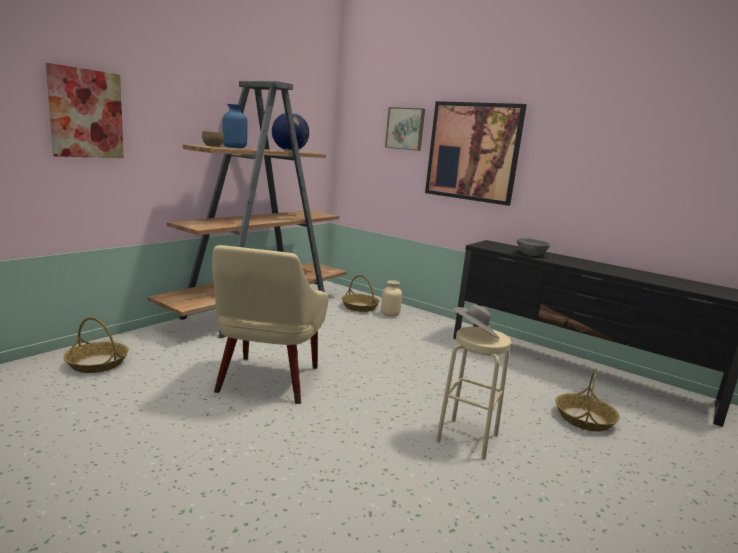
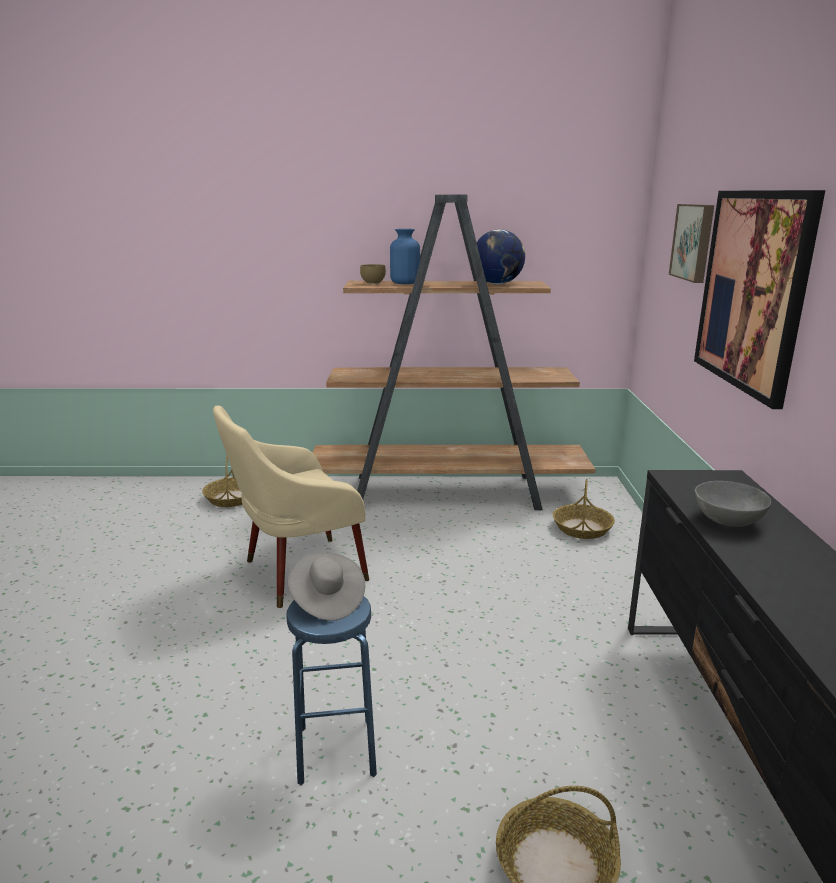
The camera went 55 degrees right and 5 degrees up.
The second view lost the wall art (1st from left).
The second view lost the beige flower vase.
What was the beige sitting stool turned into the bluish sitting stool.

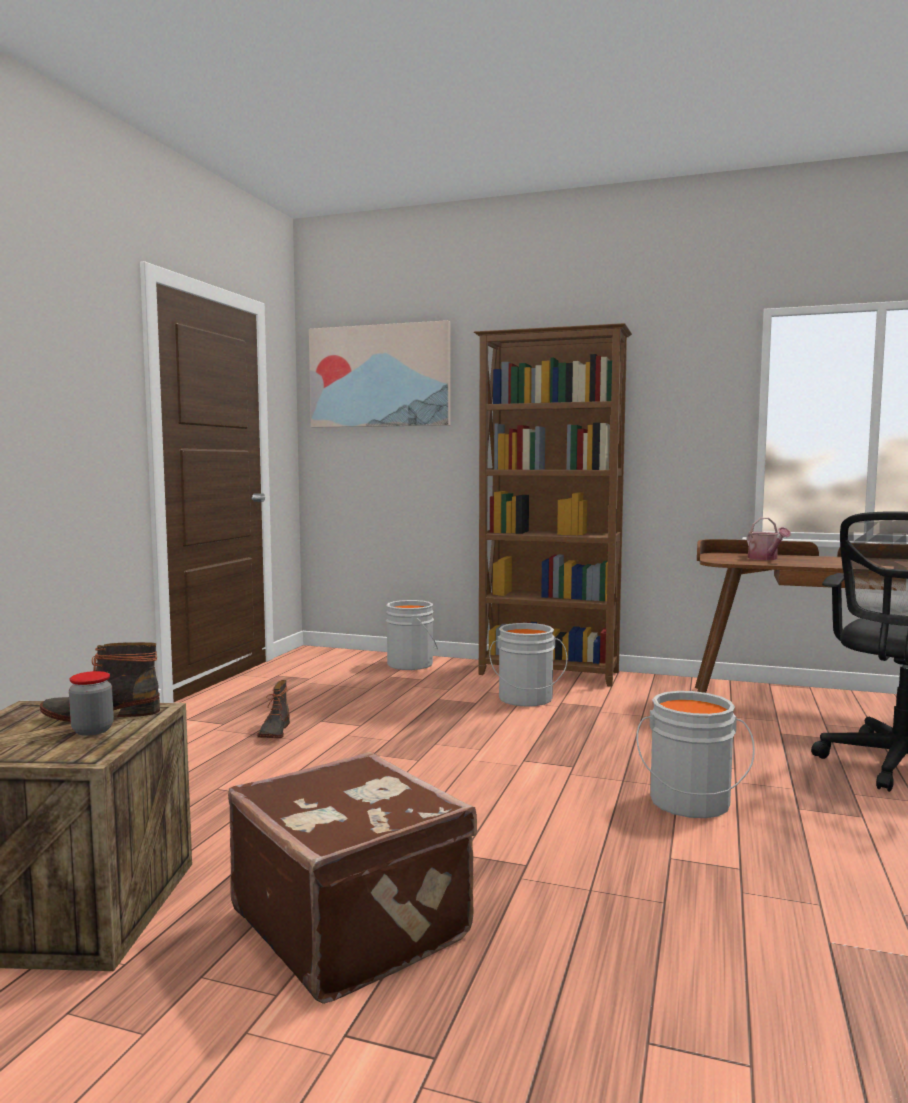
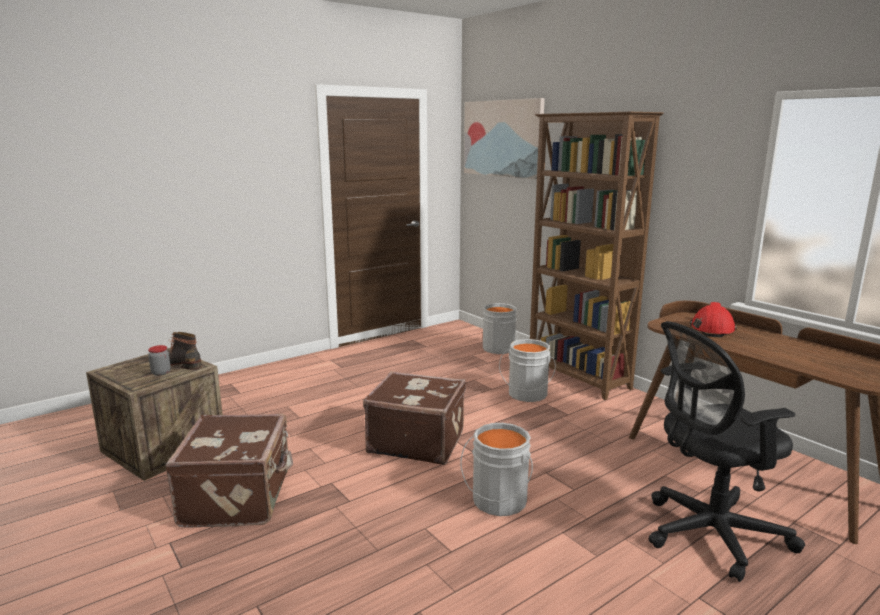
The camera went 35 degrees right and 10 degrees up.
The second view lost the boot (2nd from left).
The second view gained the brown-coloured suitcase (2nd from left).
Where the watering can stood, the red safety helmet came to stand.

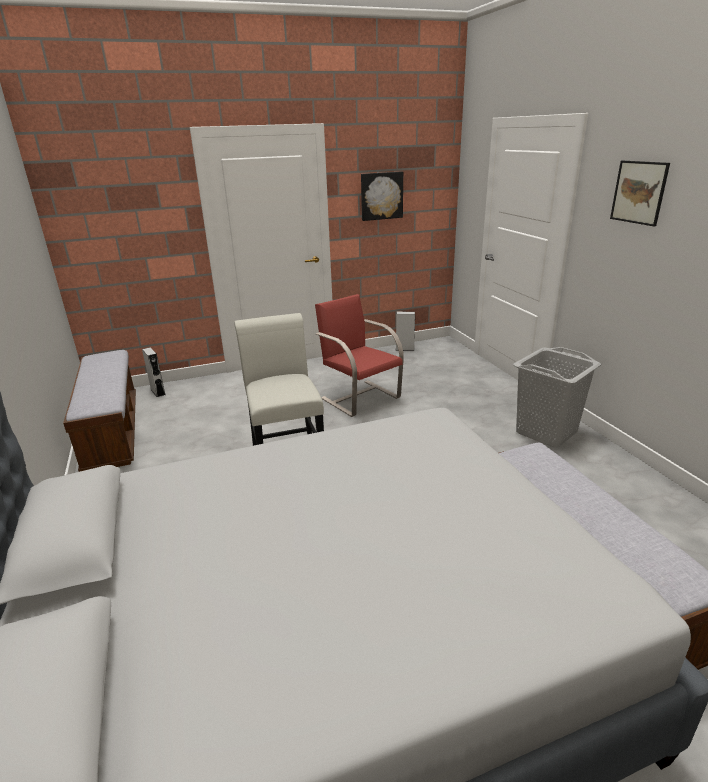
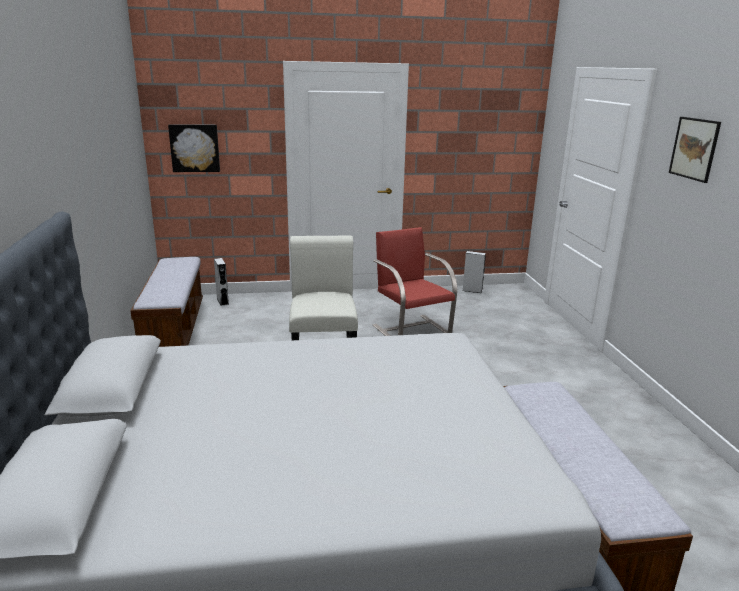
The camera went 10 degrees right and 5 degrees down.
The second view lost the greyish laundry basket.
The wall art (1st from left) ended up elsewhere.

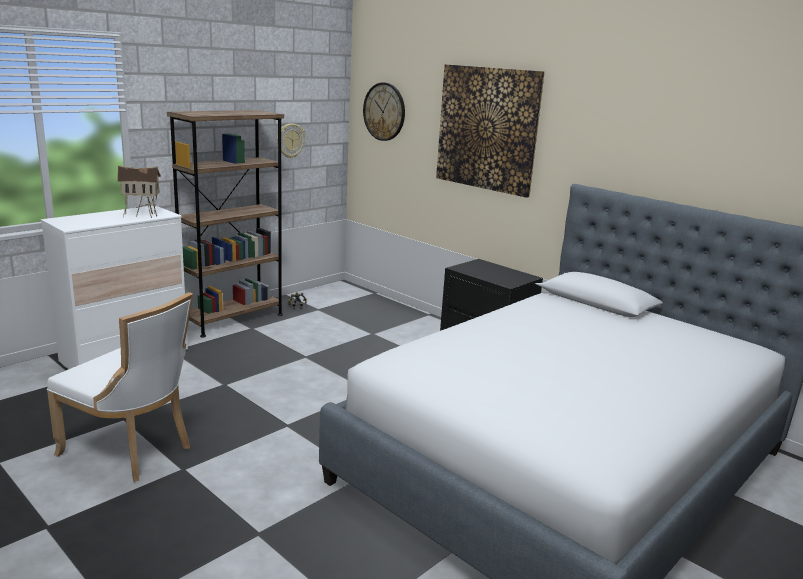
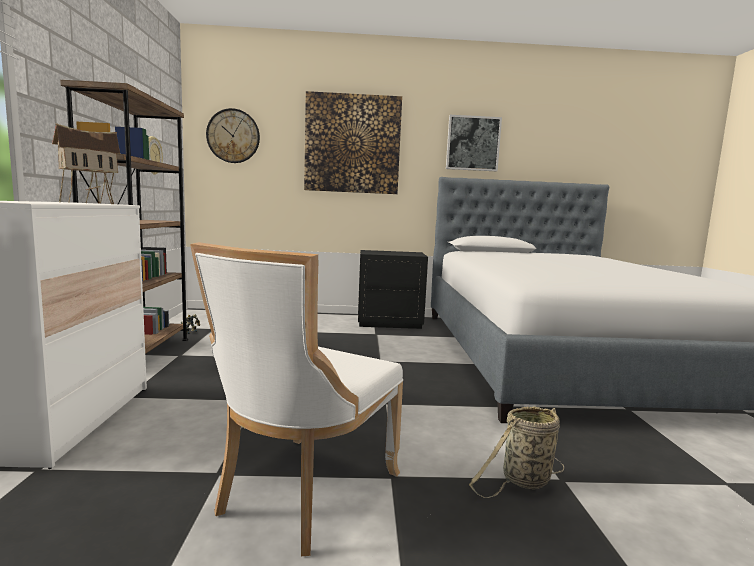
The camera went 45 degrees left and 10 degrees down.
The second view gained the wall art (2nd from left).
The second view gained the basket.
The whitish upright chair ended up facing another way, 135 degrees clockwise from before.

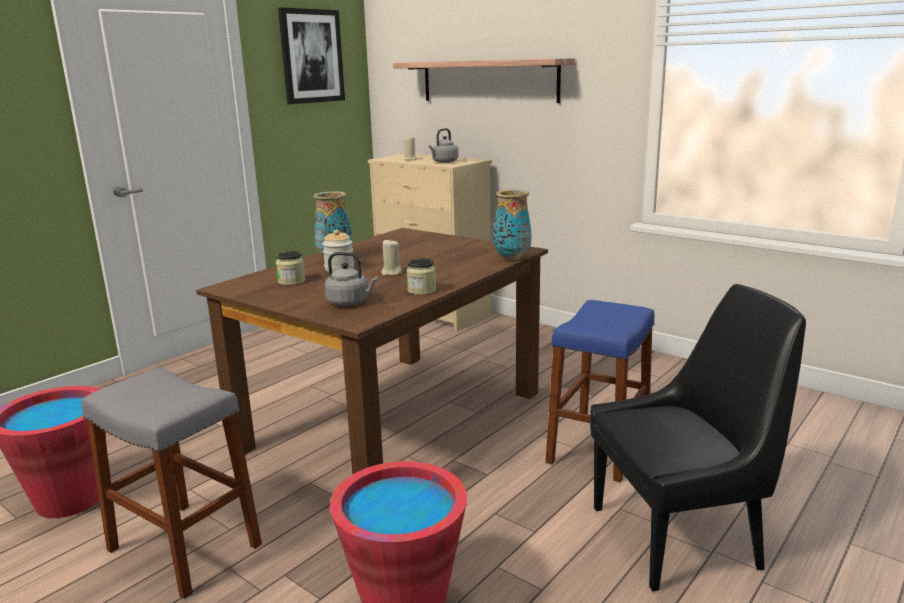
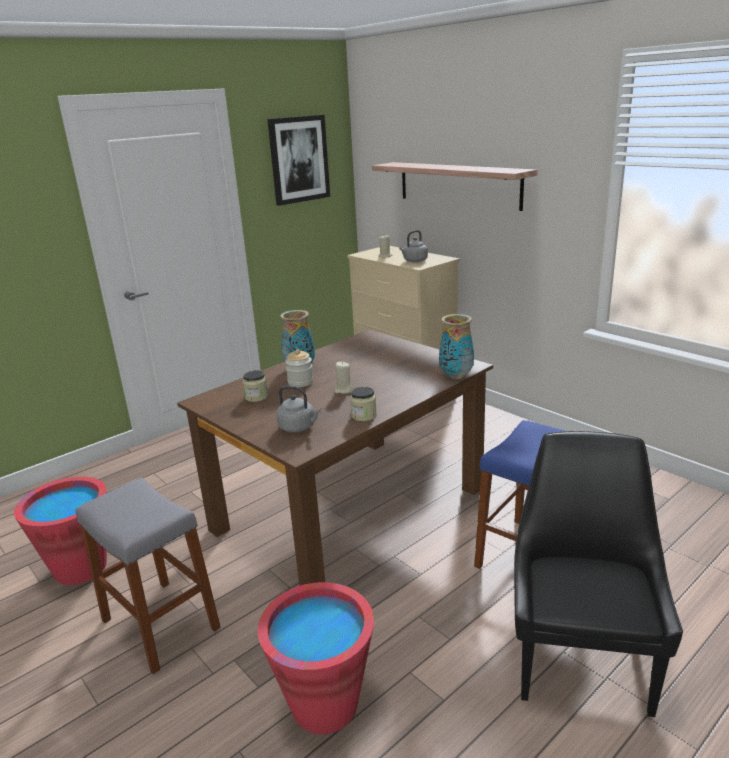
The camera went 10 degrees right and 5 degrees up.
The black upright chair ended up facing another way, 75 degrees counterclockwise from before.

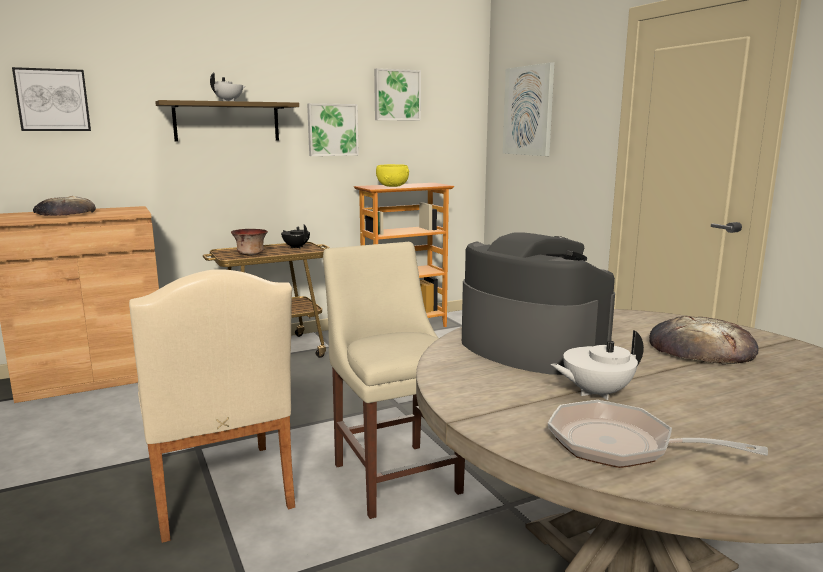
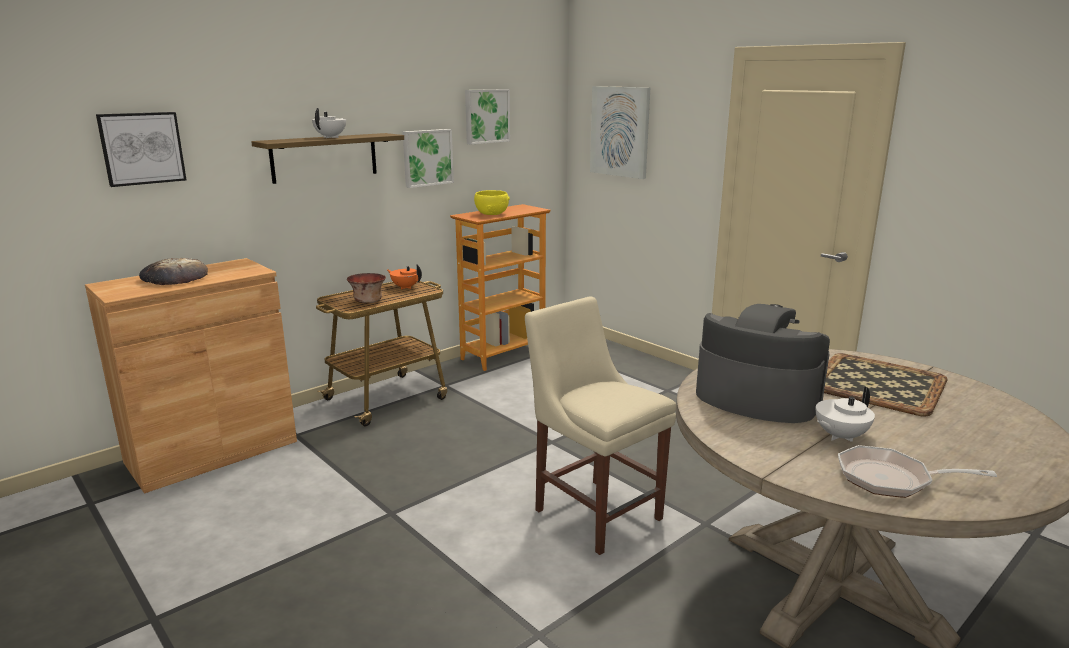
The camera went 15 degrees left and 5 degrees up.
The second view lost the beige upright chair (1st from left).
Where the bakery bread (2nd from left) stood, the tray came to stand.
What was the black teapot turned into the orange-coloured teapot.

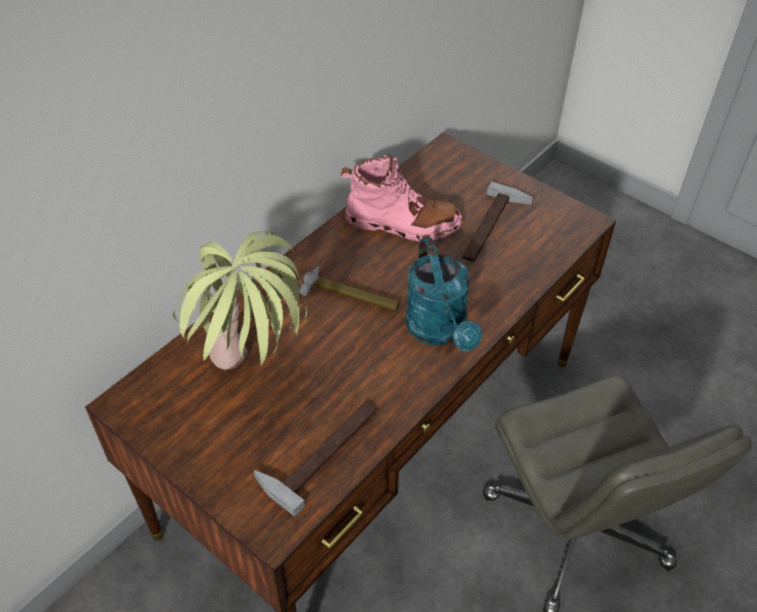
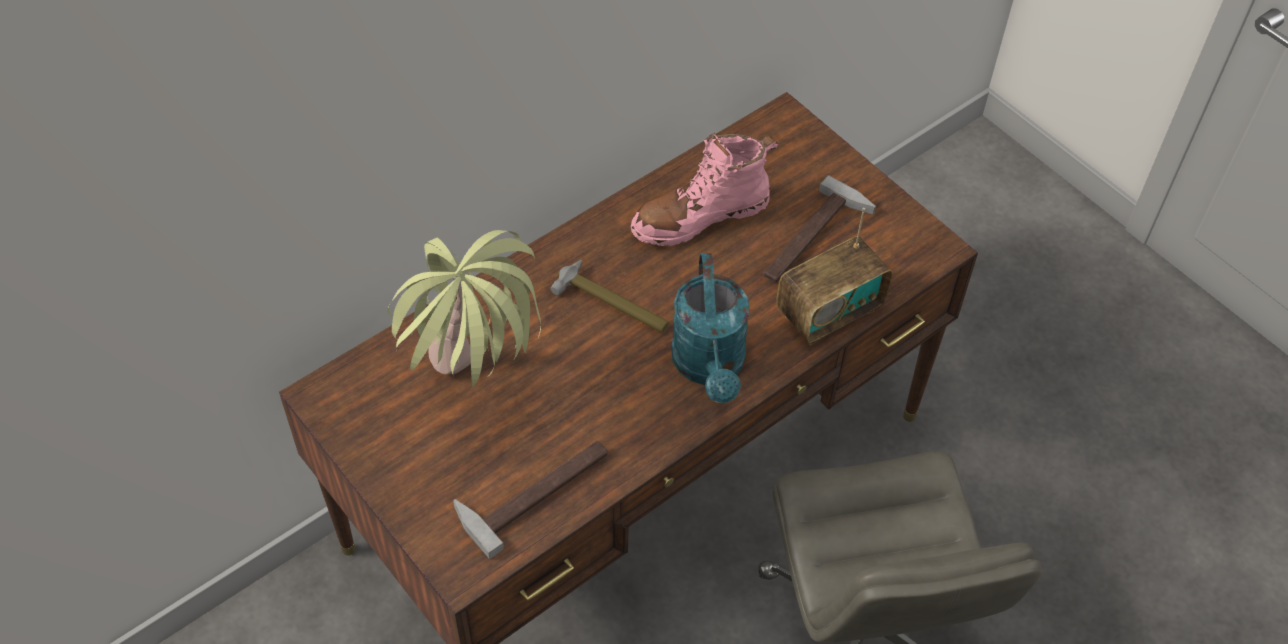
The camera went 10 degrees right and 5 degrees up.
The second view gained the radio receiver.
The pink boot ended up facing another way, 135 degrees clockwise from before.

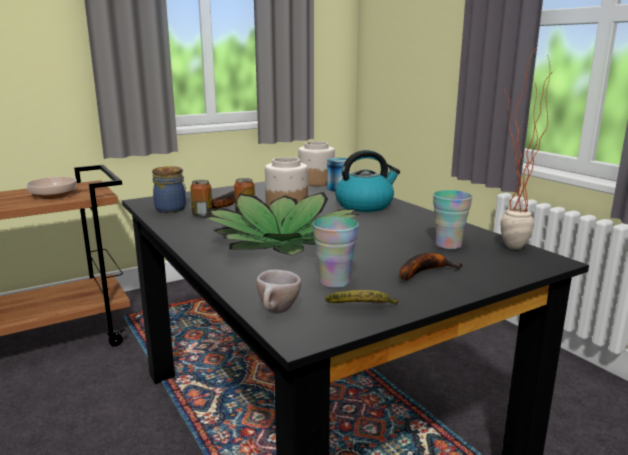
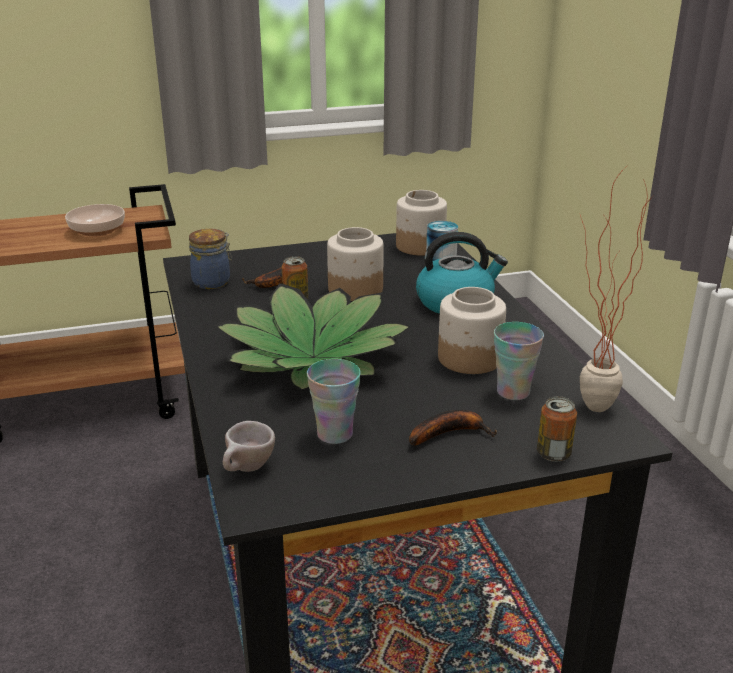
The camera went 15 degrees right and 10 degrees up.
The second view lost the banana fruit (2nd from left).
The second view gained the preserve jar (4th from left).
The can (1st from left in the first image) ended up elsewhere.

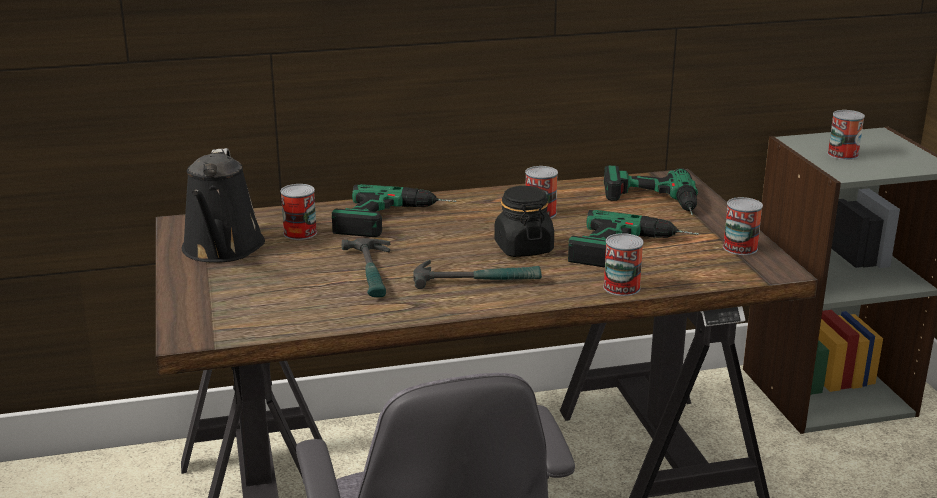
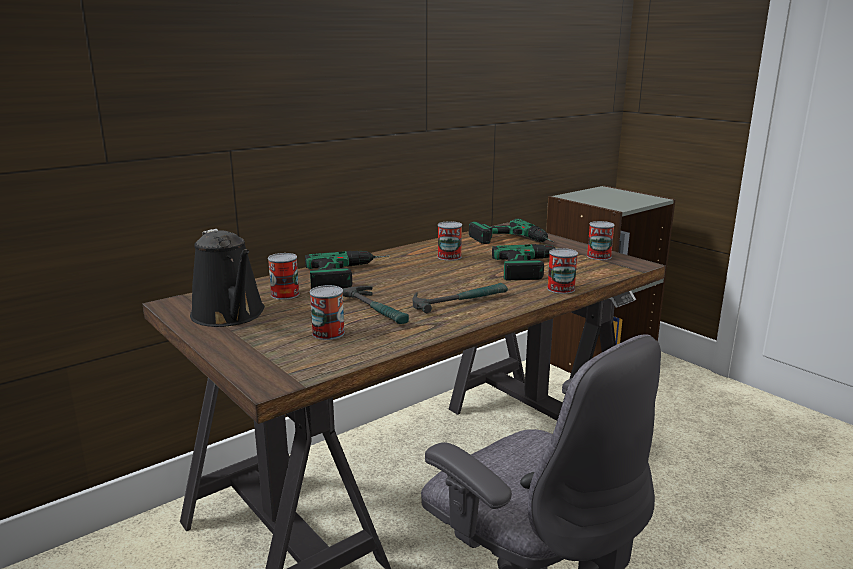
The camera went 25 degrees left and 5 degrees down.
The second view lost the black preserve jar.
The can (5th from left in the first image) ended up elsewhere.

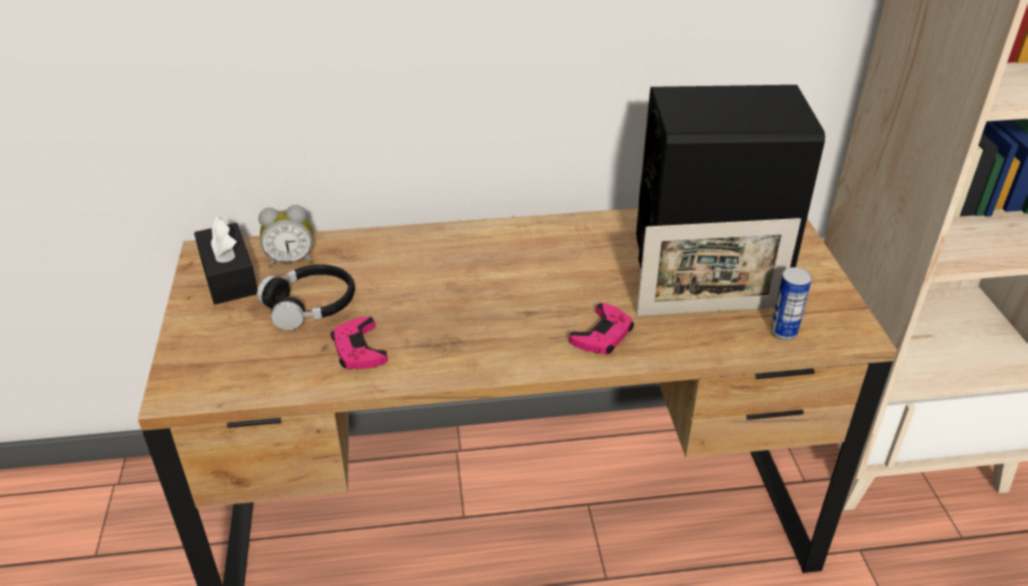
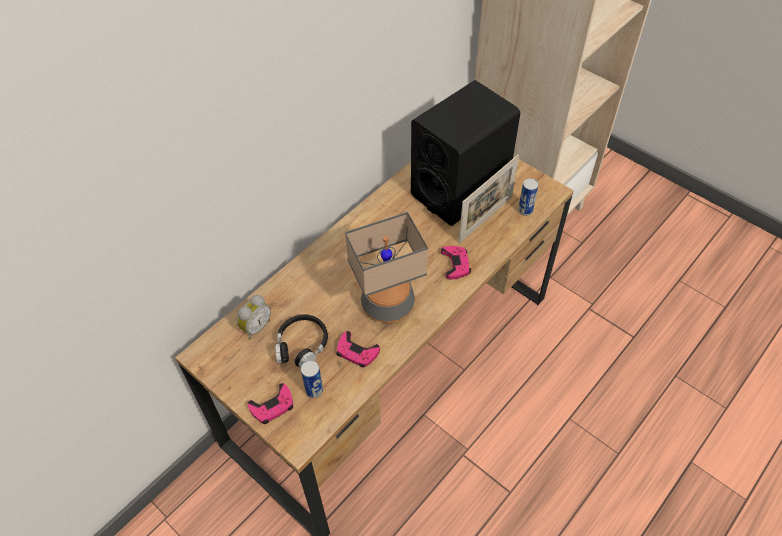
The camera went 40 degrees left and 15 degrees up.
The second view lost the black tissue box.
The second view gained the pink game controller (1st from left).
The second view gained the can (1st from left).
The second view gained the lamp for a table.

